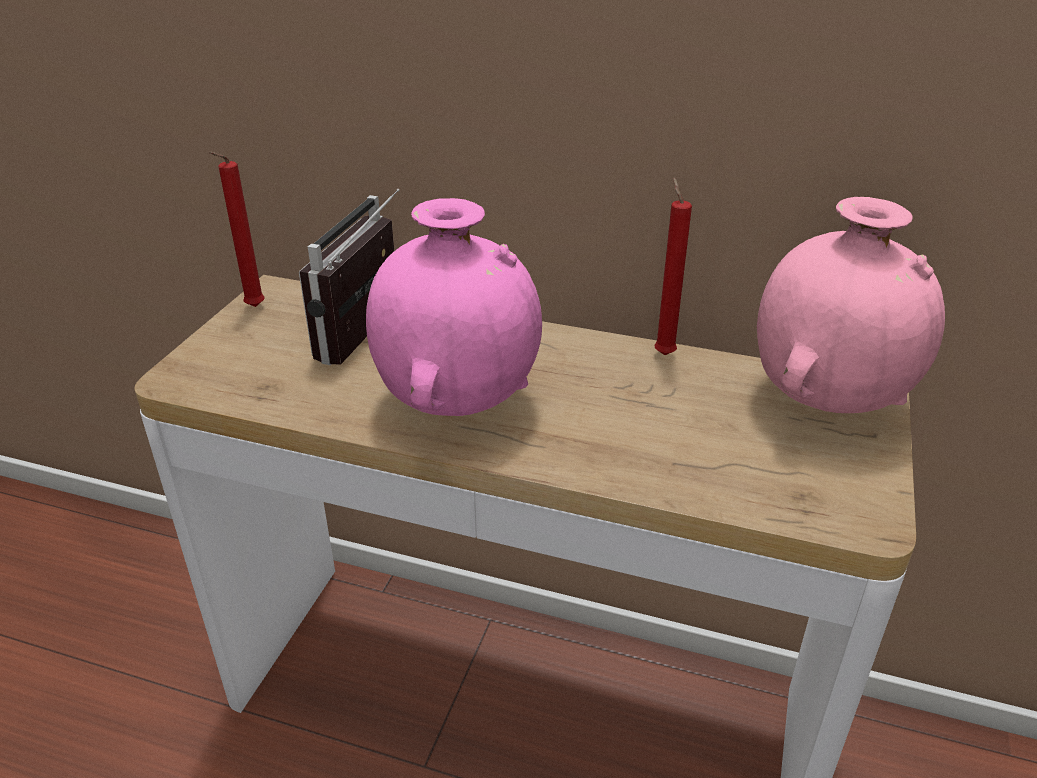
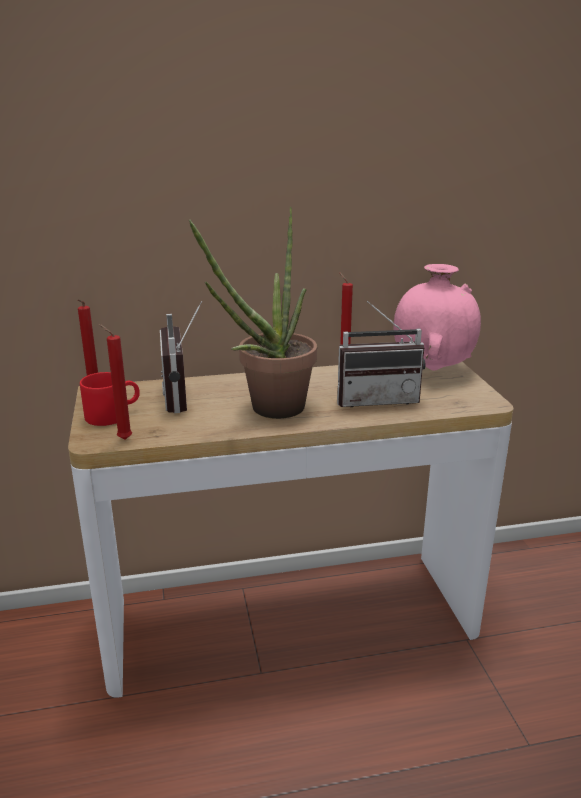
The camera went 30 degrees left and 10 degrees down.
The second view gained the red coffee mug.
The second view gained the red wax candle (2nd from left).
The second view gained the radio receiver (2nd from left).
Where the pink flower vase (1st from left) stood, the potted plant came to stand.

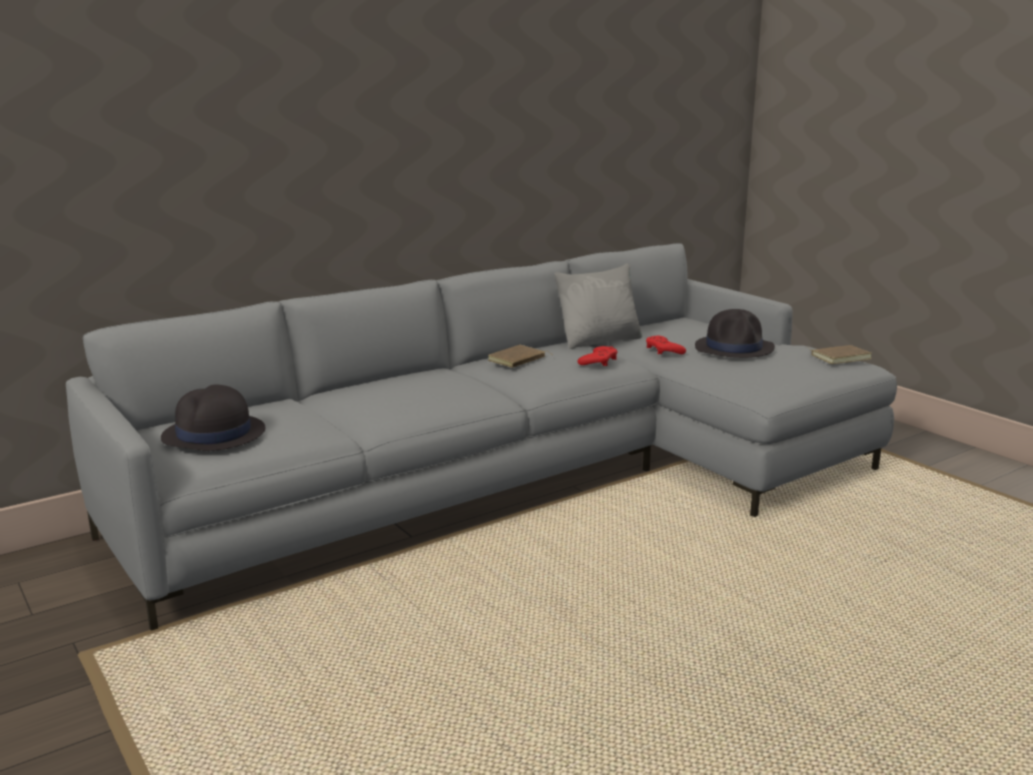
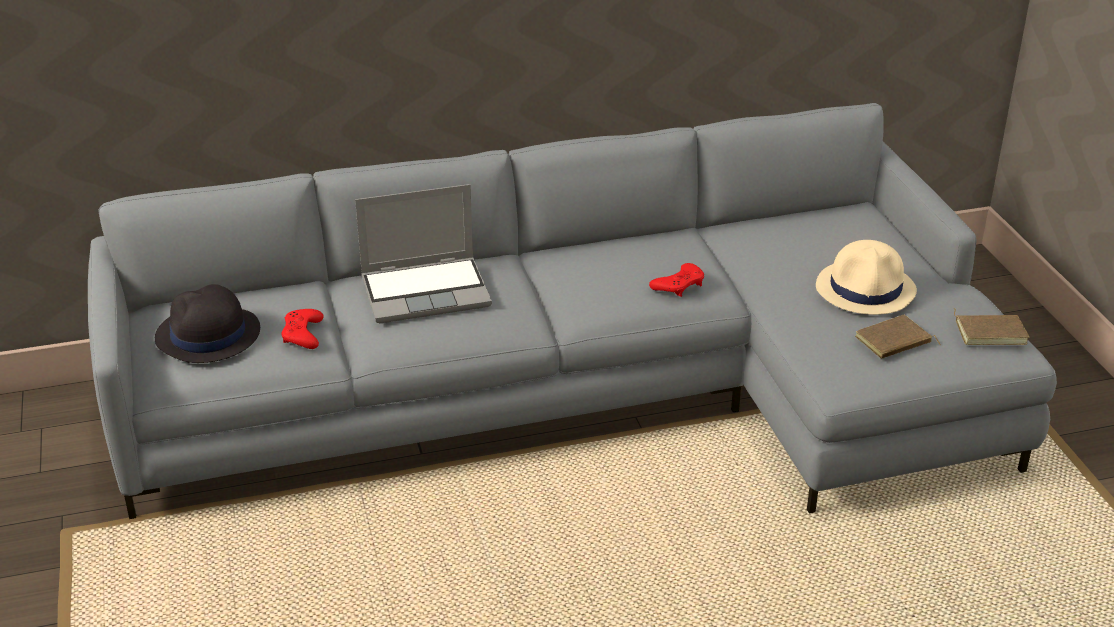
The camera went 20 degrees right and 15 degrees up.
The second view lost the greyish throw pillow.
The second view gained the laptop.
The brown-coloured volume (1st from left) ended up elsewhere.
The red game controller (2nd from left in the first image) ended up elsewhere.
What was the black clothing hat (2nd from left) turned into the beige clothing hat.

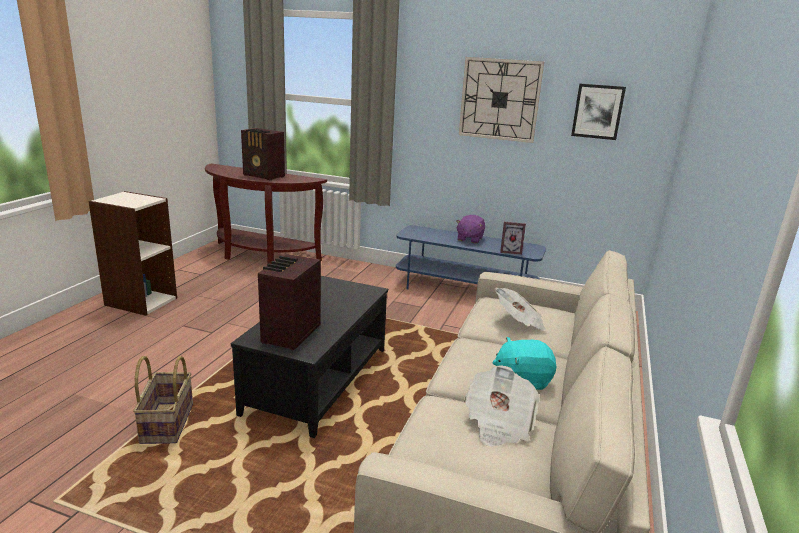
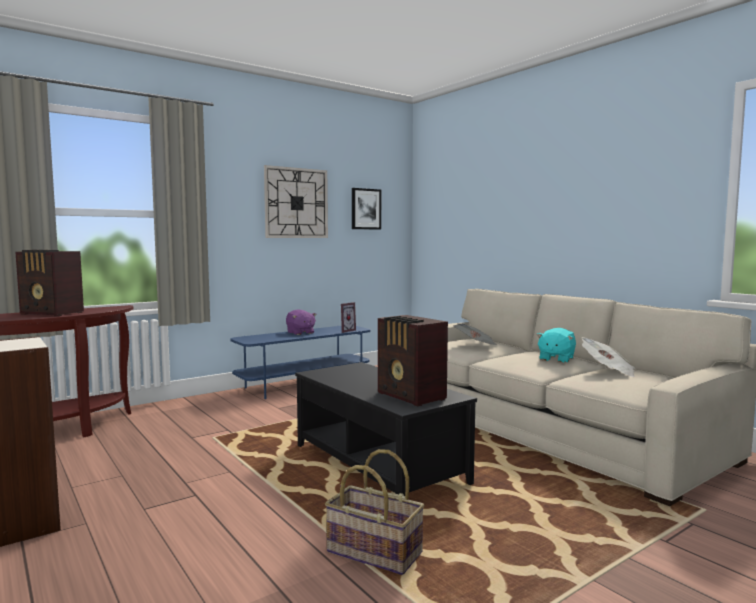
The camera went 55 degrees left and 15 degrees down.
The radio receiver (1st from left) ended up facing another way, 45 degrees clockwise from before.

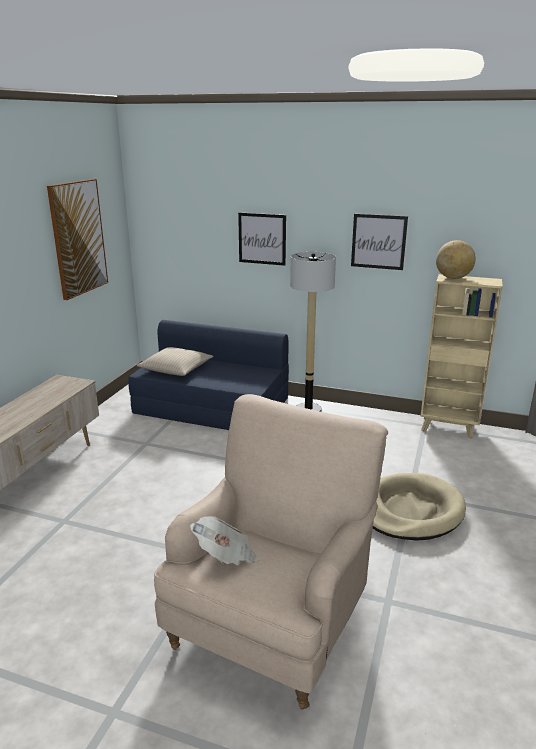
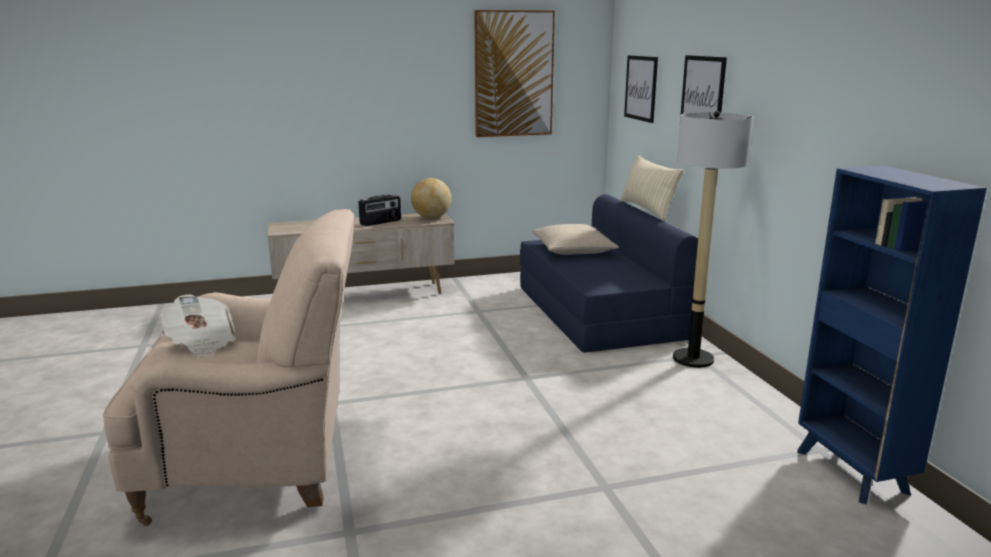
The camera went 55 degrees right and 5 degrees down.
The second view lost the beige dog bed.
The second view gained the radio receiver.
The second view gained the beige throw pillow (2nd from left).
The wall art (3rd from left in the first image) ended up elsewhere.
The globe ended up elsewhere.
What was the beige bookshelf turned into the bluish bookshelf.

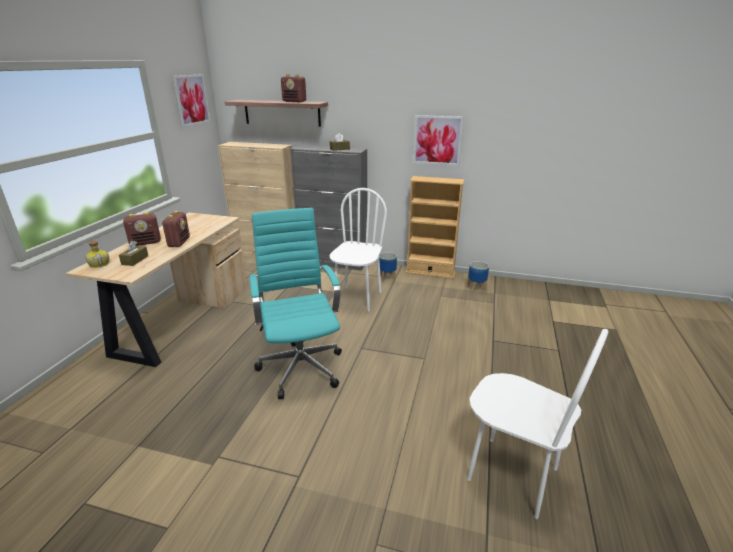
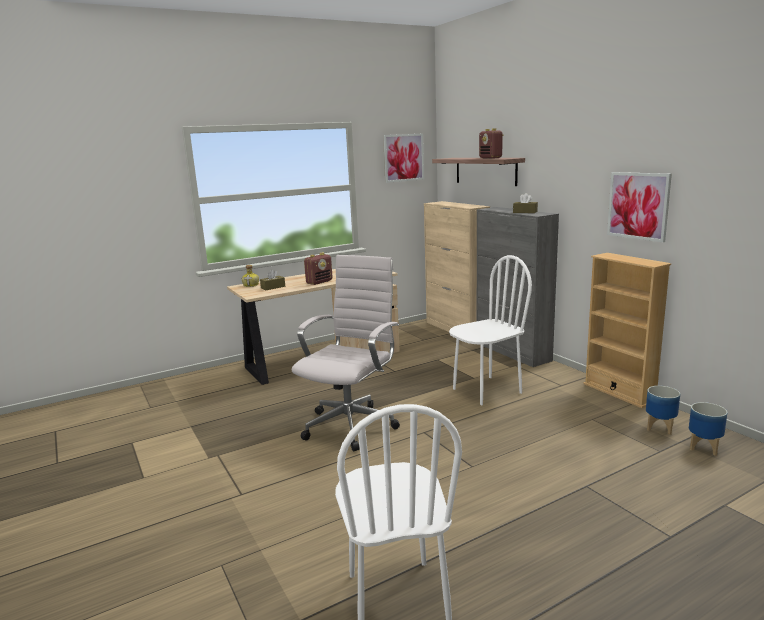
The camera went 45 degrees right and 10 degrees down.
The second view lost the radio receiver (1st from left).
The planter (1st from left in the first image) ended up elsewhere.
What was the turquoise office chair turned into the whitish office chair.

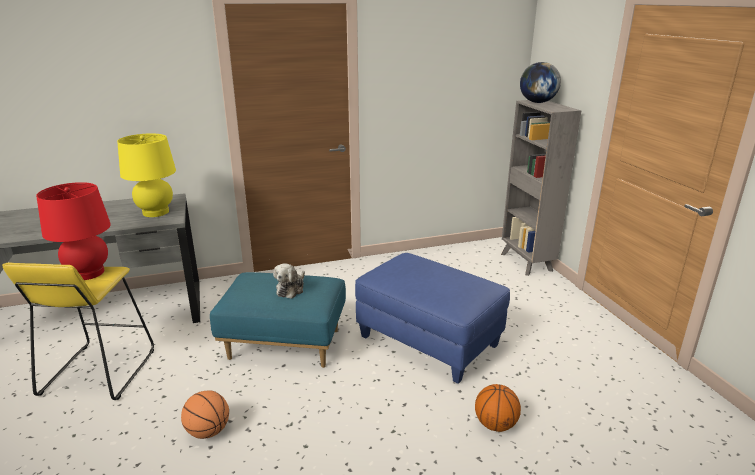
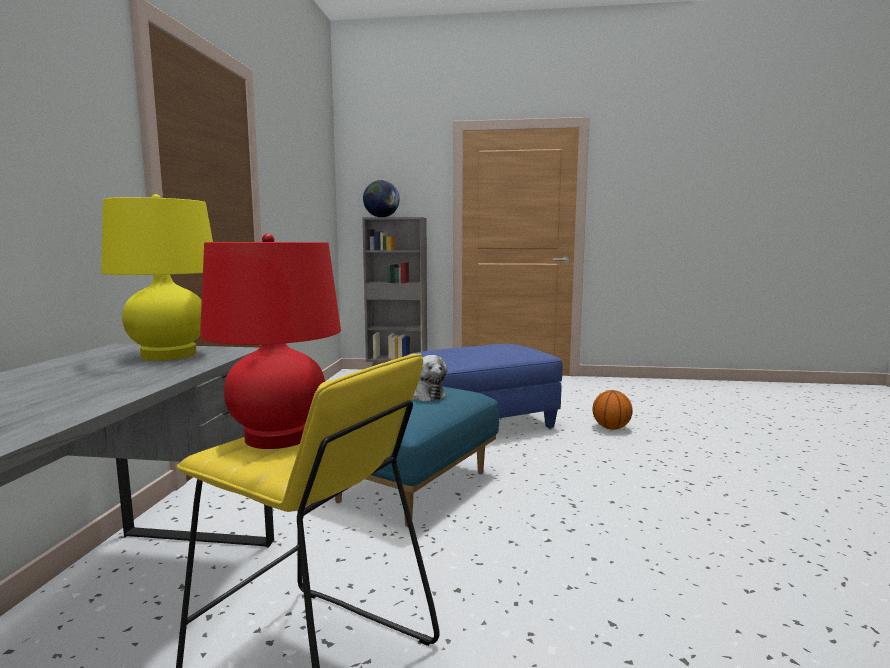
The camera went 65 degrees left and 15 degrees down.
The second view lost the ball for basketball (1st from left).

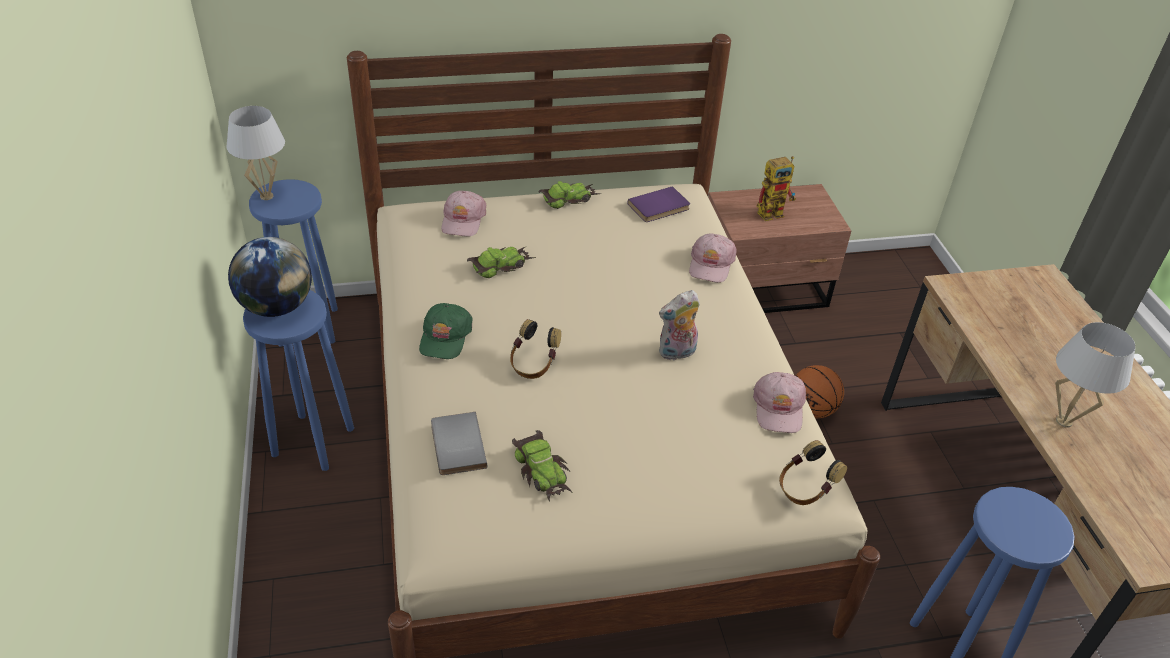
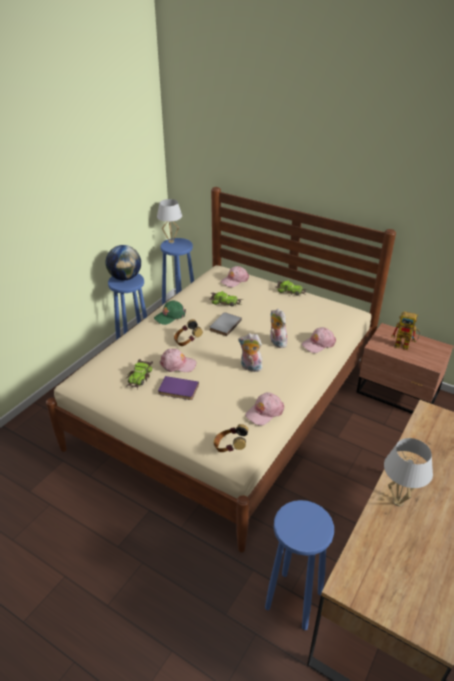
The camera went 45 degrees right and 5 degrees down.
The second view lost the ball for basketball.
The second view gained the pink cap (1st from left).
The second view gained the soft toy (2nd from left).
The greyish volume ended up elsewhere.
The purplish volume ended up elsewhere.

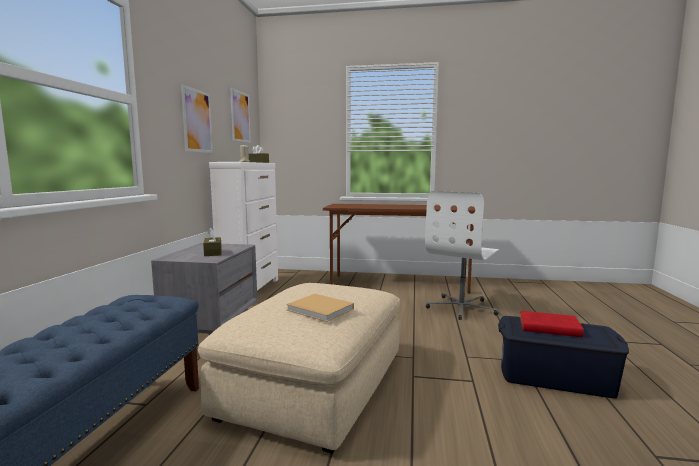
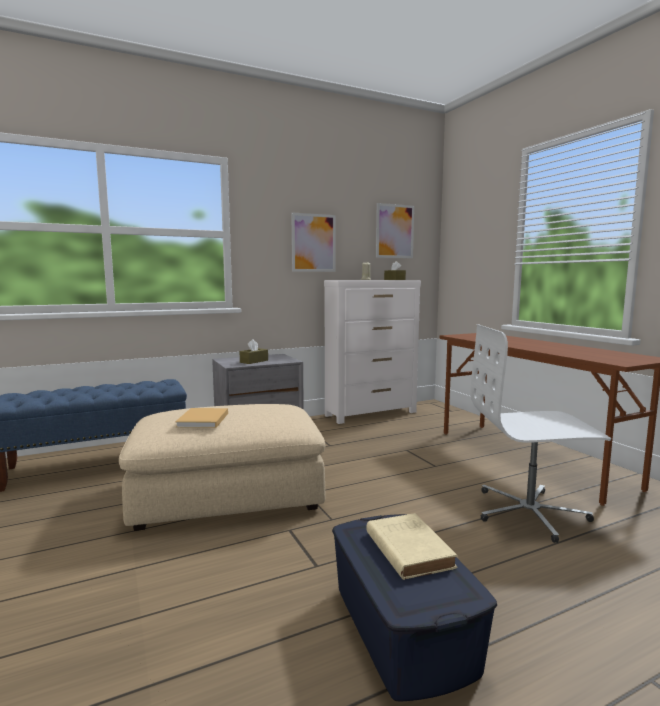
The camera went 55 degrees right and 0 degrees up.
What was the red volume turned into the beige volume (2nd from left).

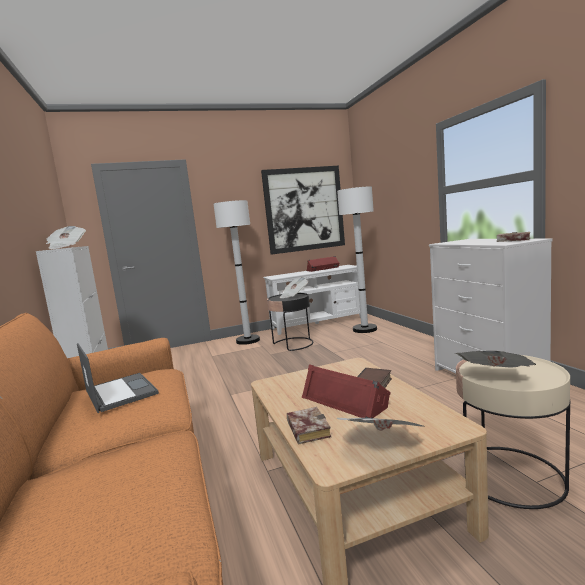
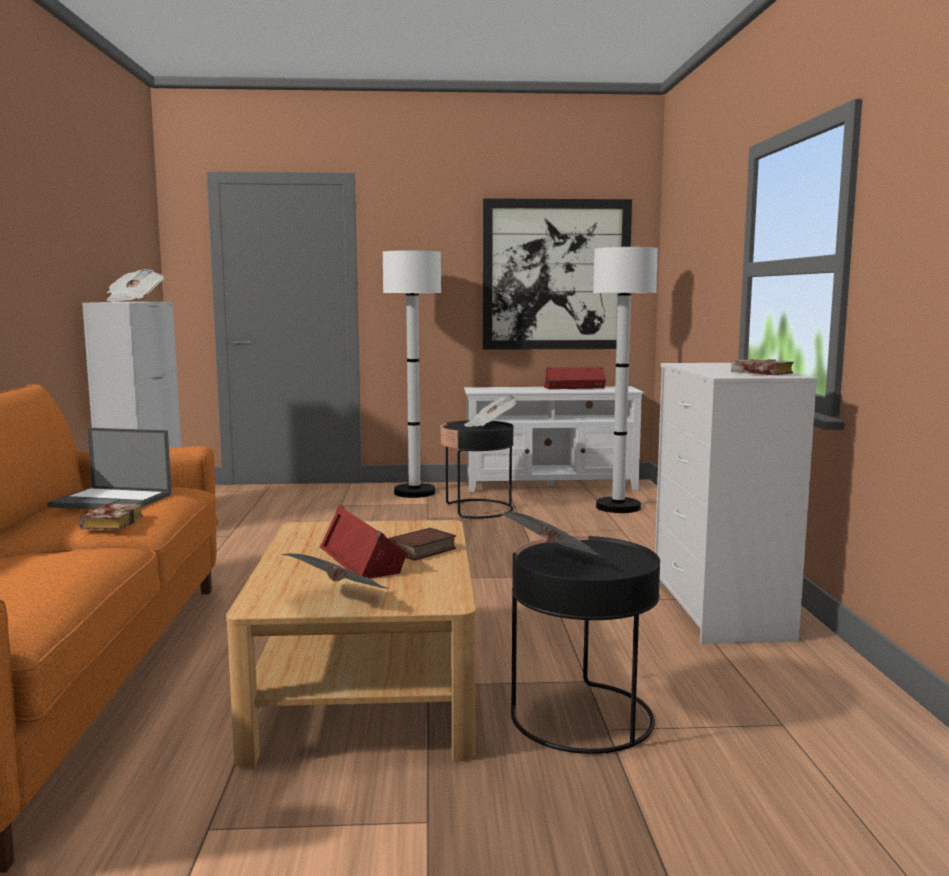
The camera went 15 degrees right and 0 degrees up.
The volume (1st from left) ended up elsewhere.
What was the beige side table turned into the black side table (2nd from left).
The laptop ended up facing another way, 120 degrees clockwise from before.

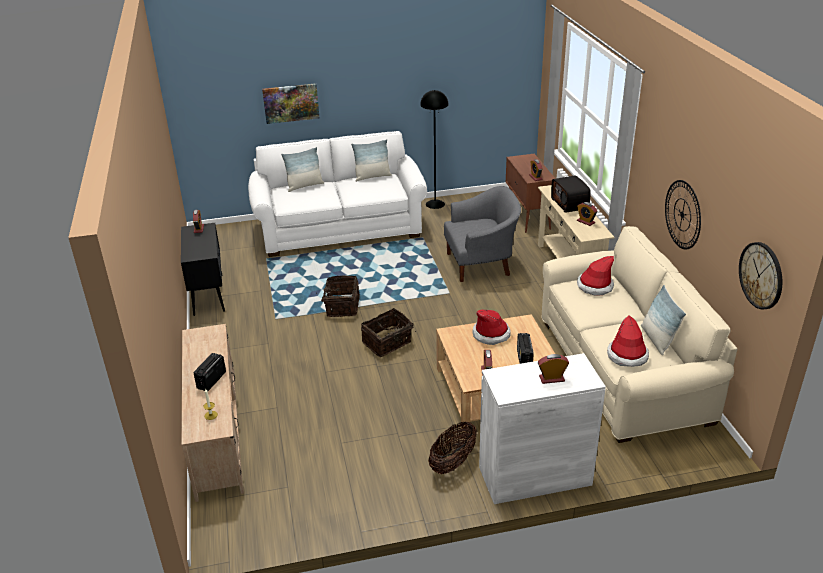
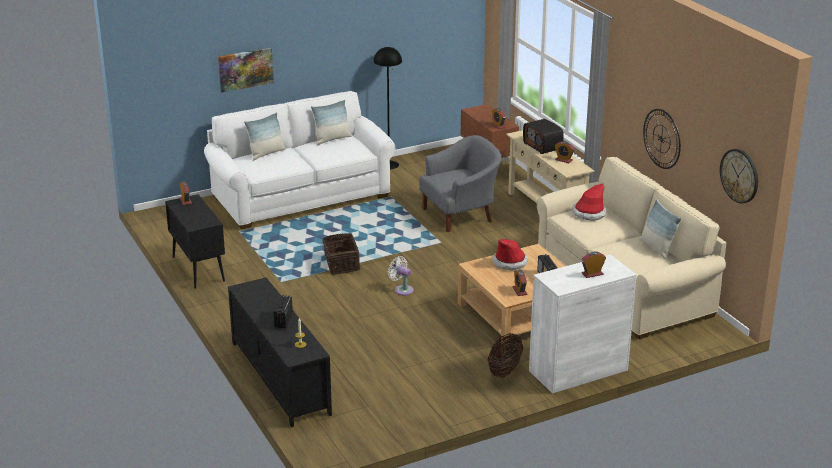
The camera went 15 degrees left and 5 degrees down.
The second view lost the clothing hat (3rd from left).
Where the basket (2nd from left) stood, the whitish fan came to stand.
What was the beige media console turned into the black media console.

